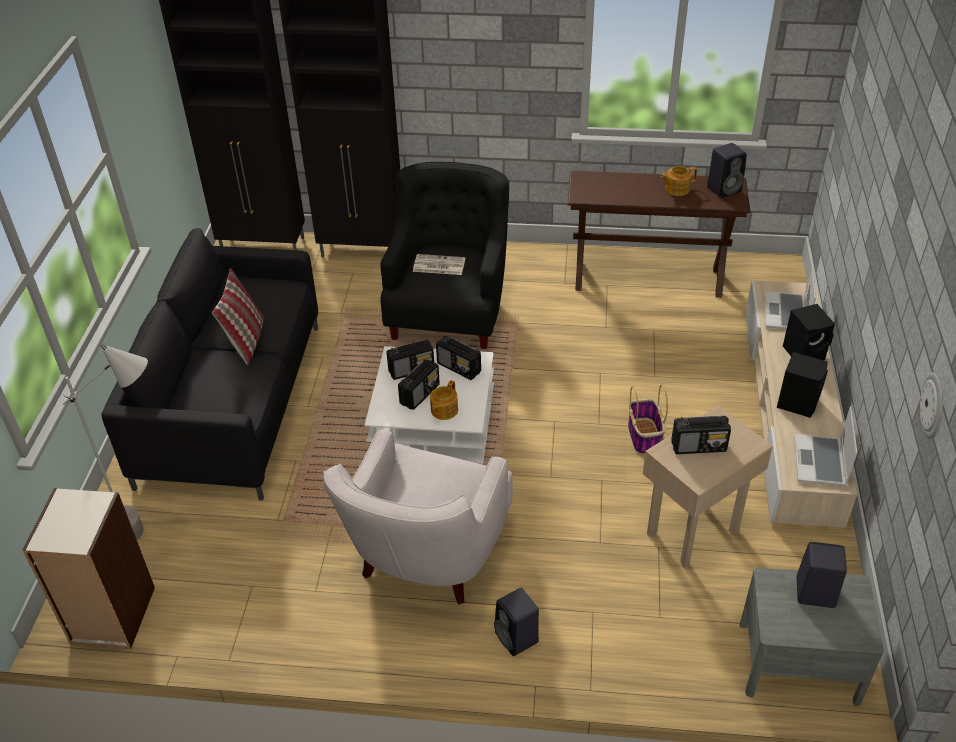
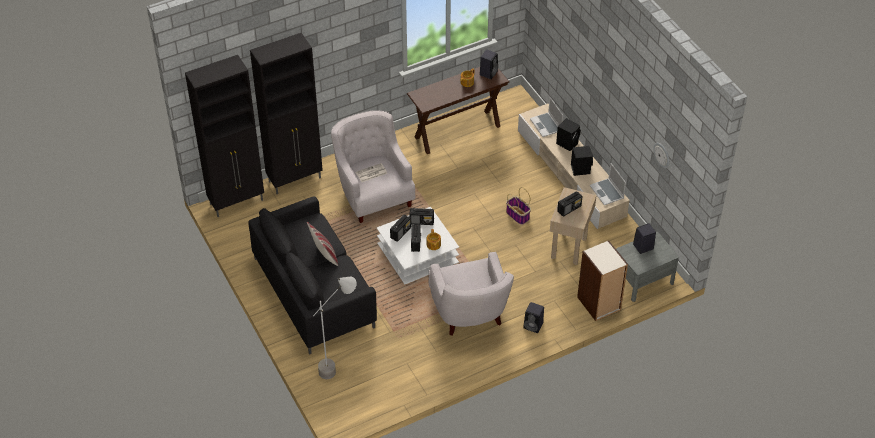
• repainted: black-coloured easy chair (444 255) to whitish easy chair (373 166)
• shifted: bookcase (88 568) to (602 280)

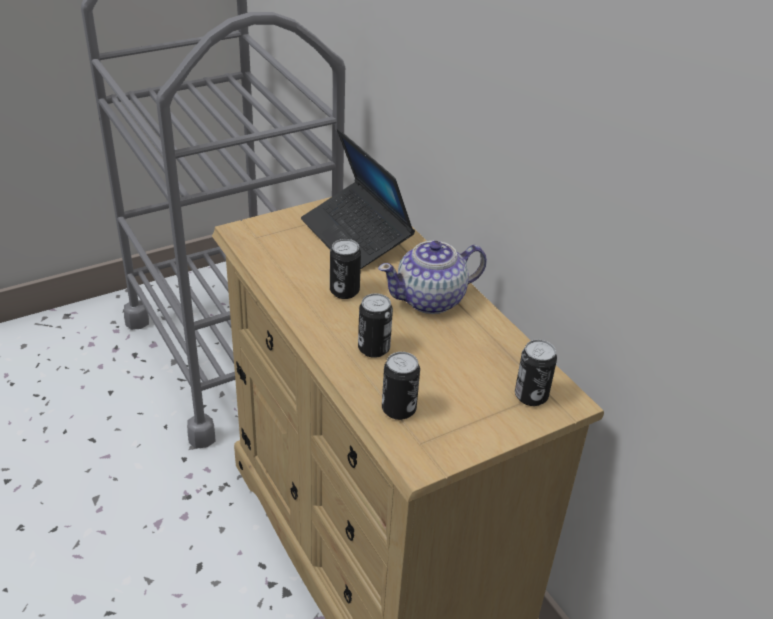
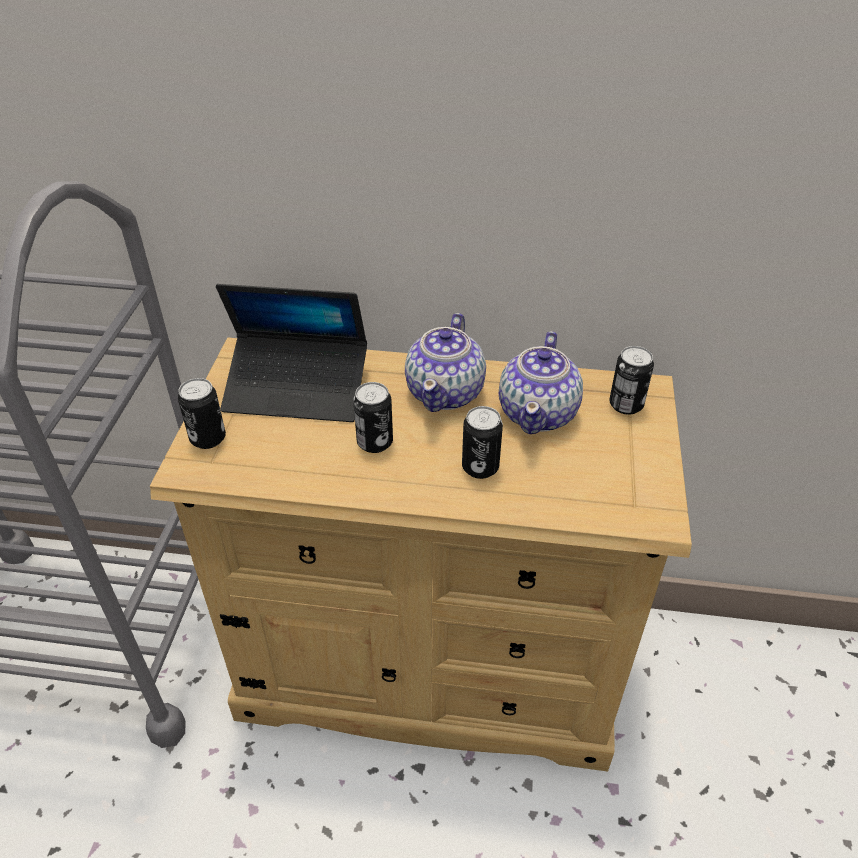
• shifted: can (401 386) to (202 413)
• new: teapot (541 382)

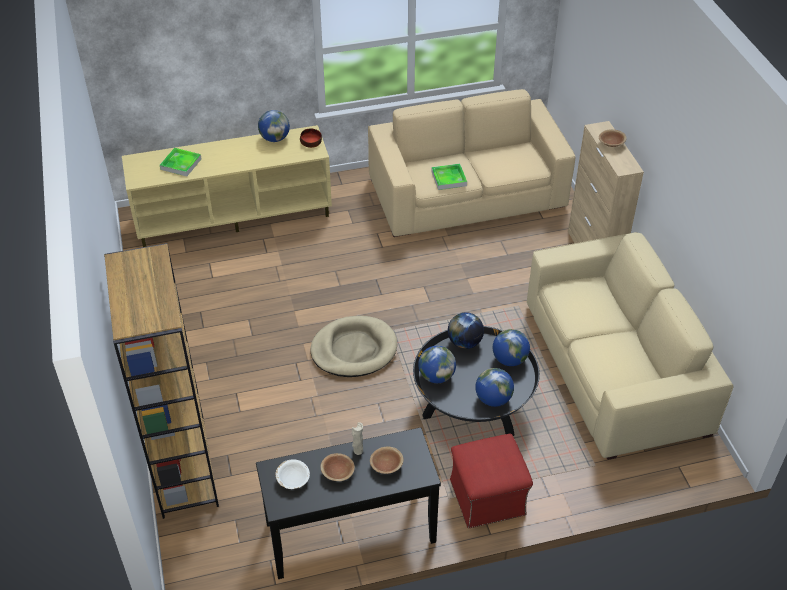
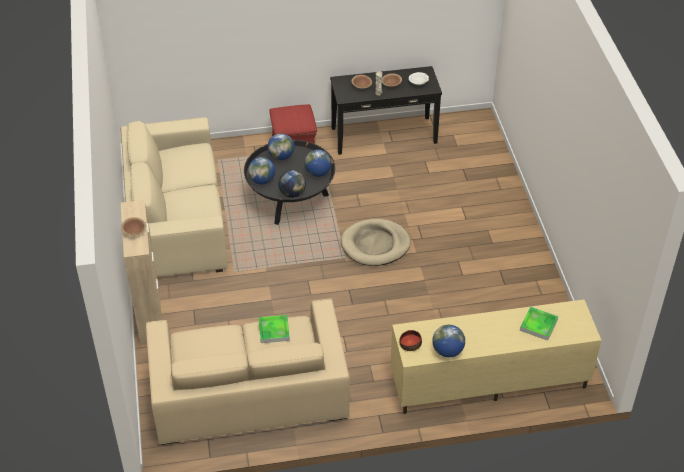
• gone: brown-coloured bookcase (161 381)

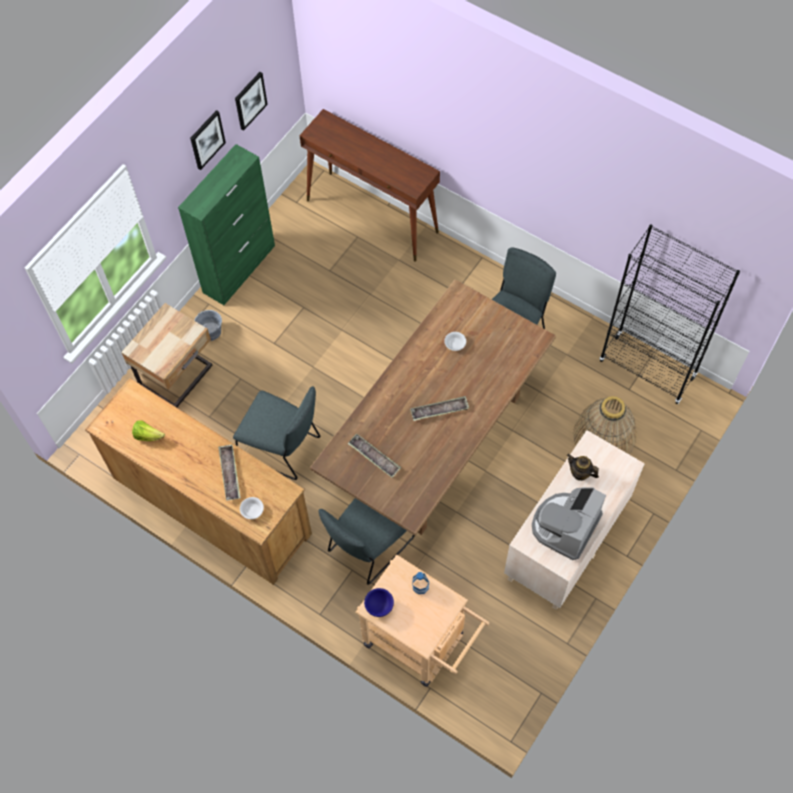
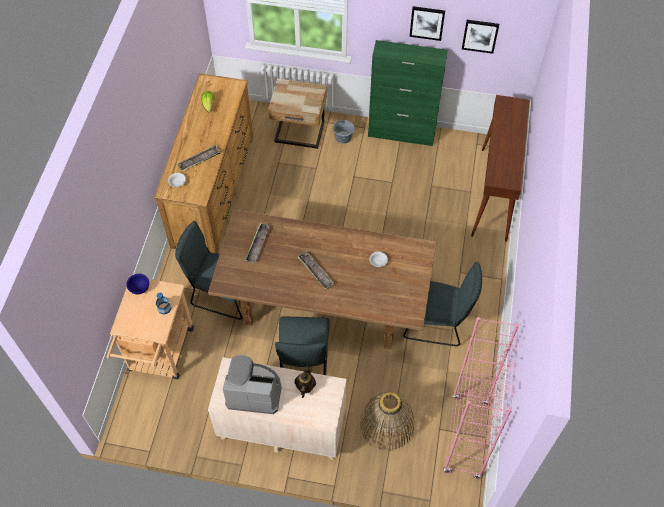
• repainted: black-coloured bookcase (669 314) to pinkish bookcase (481 398)
• shifted: greyish chair (276 433) to (302 345)

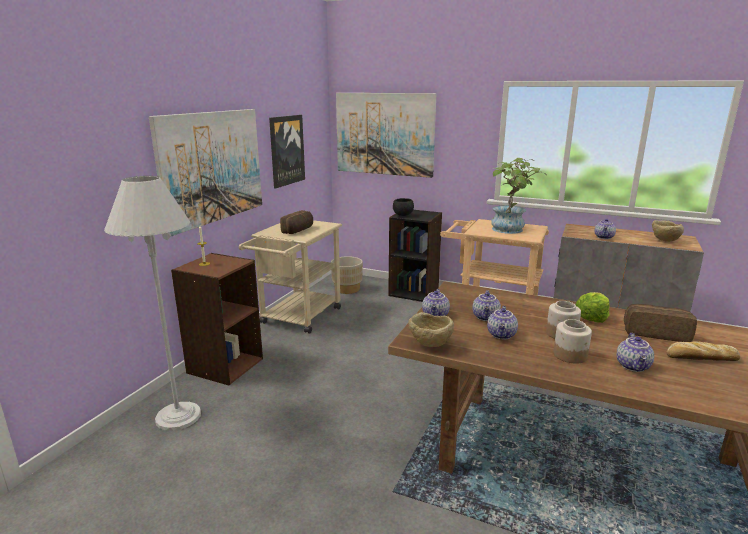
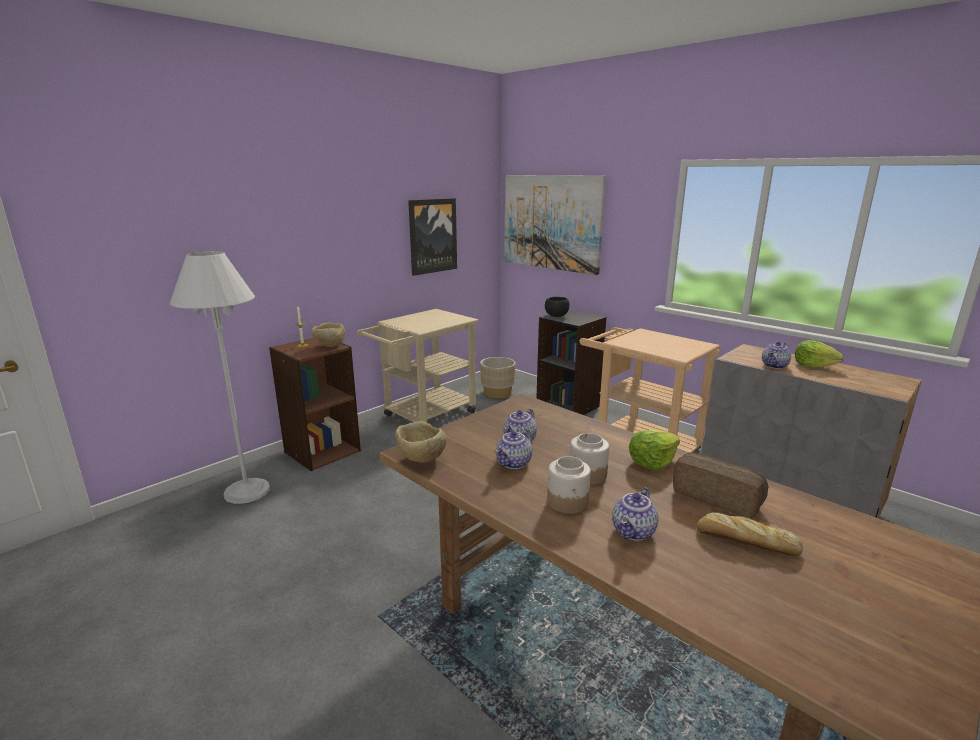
• gone: wall art (205 172)
• gone: plant in a pot (517 196)
• gone: baked bread (296 222)
• shifted: beige-coloured serving bowl (668 231) to (328 334)
• gone: teapot (436 302)
• new: lettuce head (819 354)

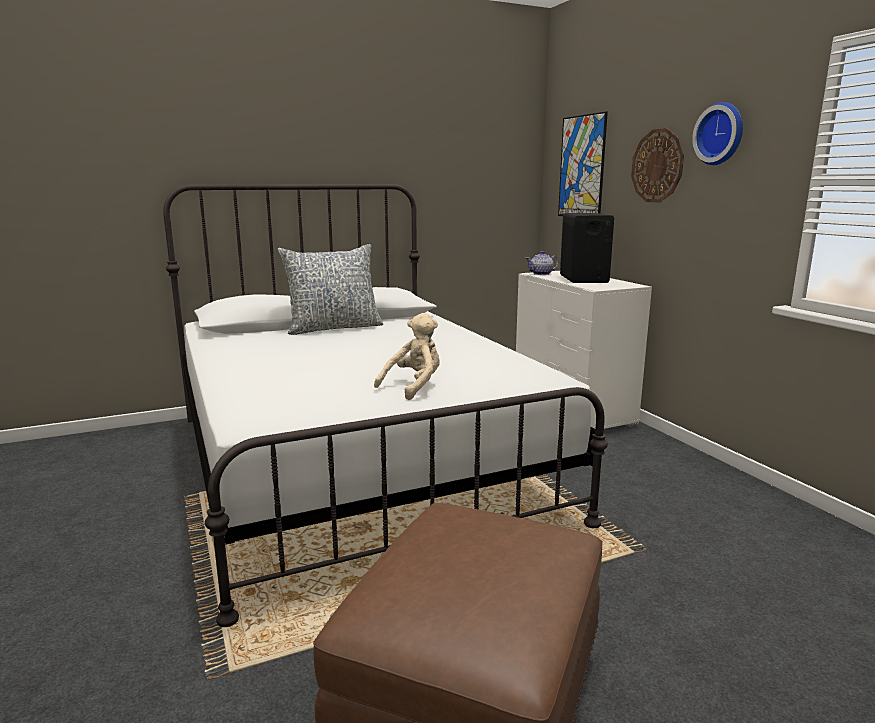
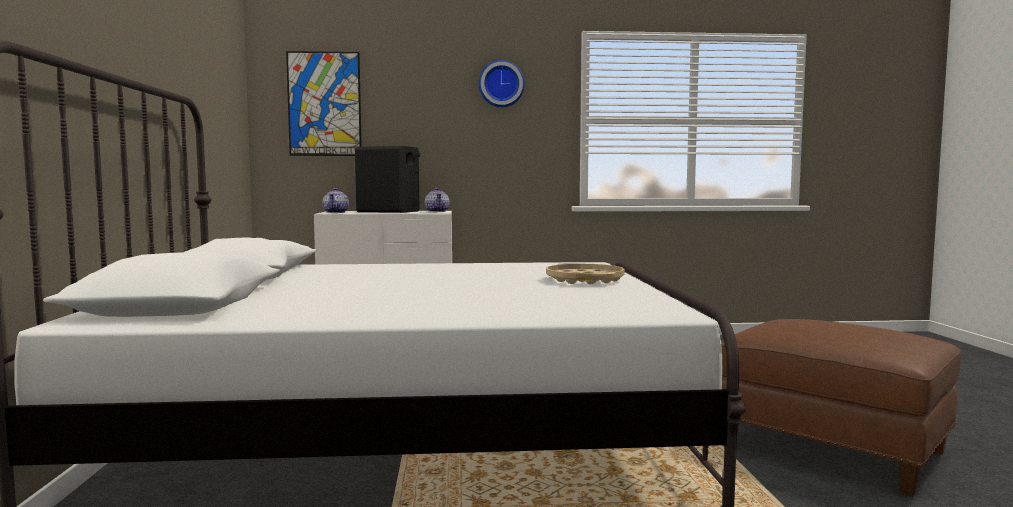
• gone: hanging clock (657 165)
• gone: pillow (330 289)
• swapped: beige-coloured plush toy (407 356) to beige-coloured tray (585 273)
• new: teapot (437 200)

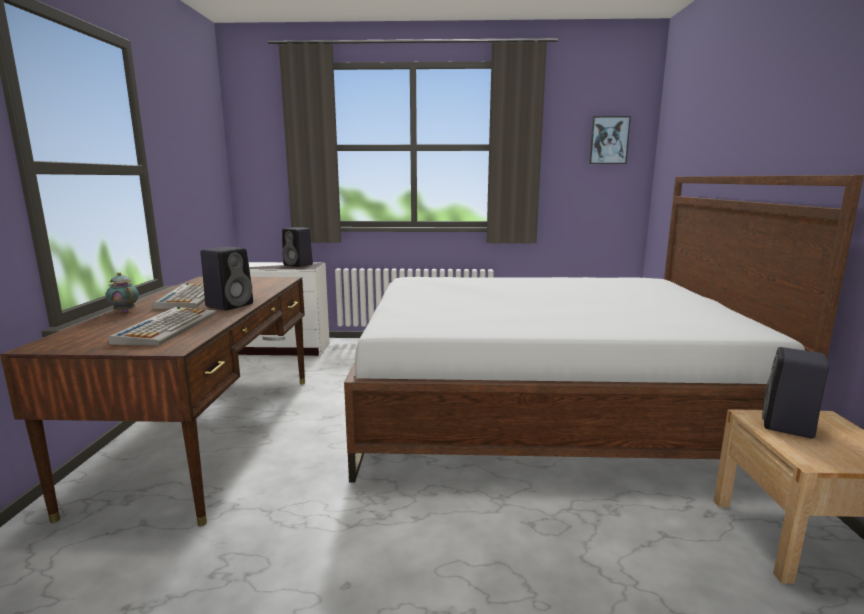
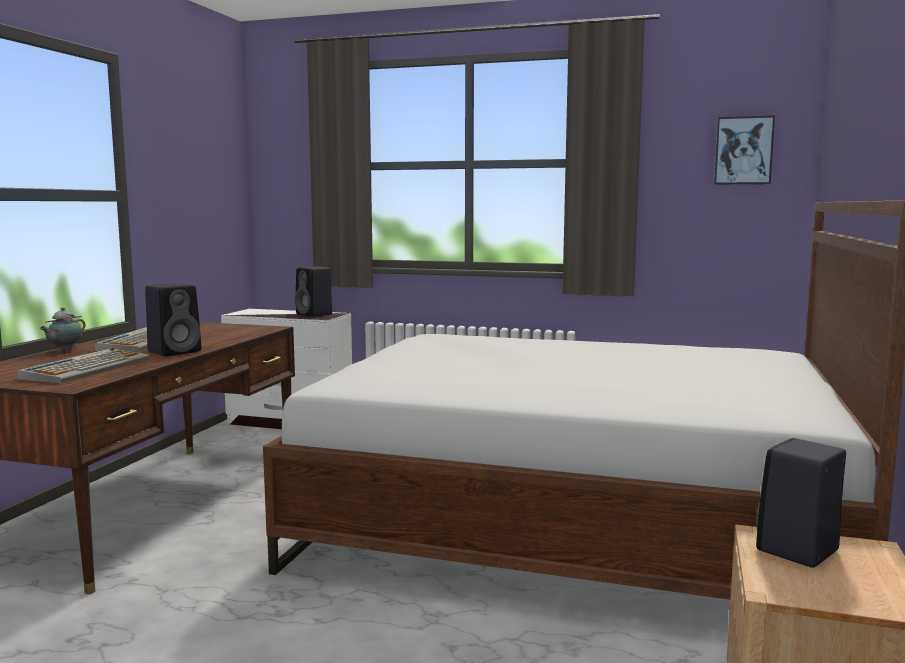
• rotated: teapot (122 292) = (63 329) 120 degrees counterclockwise

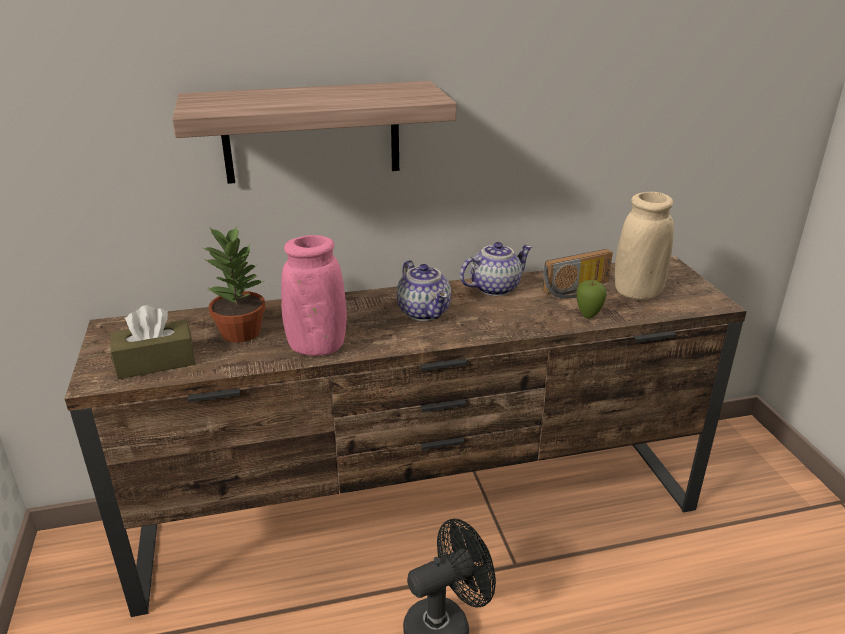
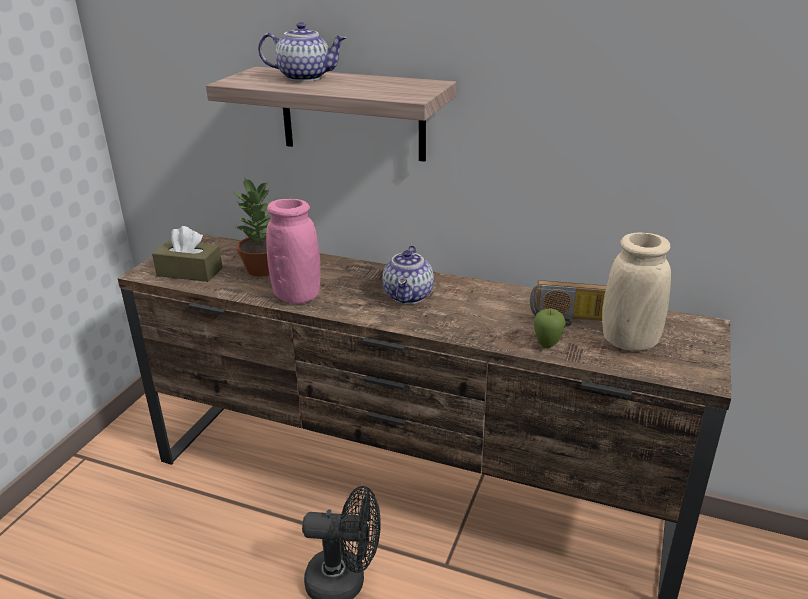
• shifted: teapot (496 269) to (302 52)

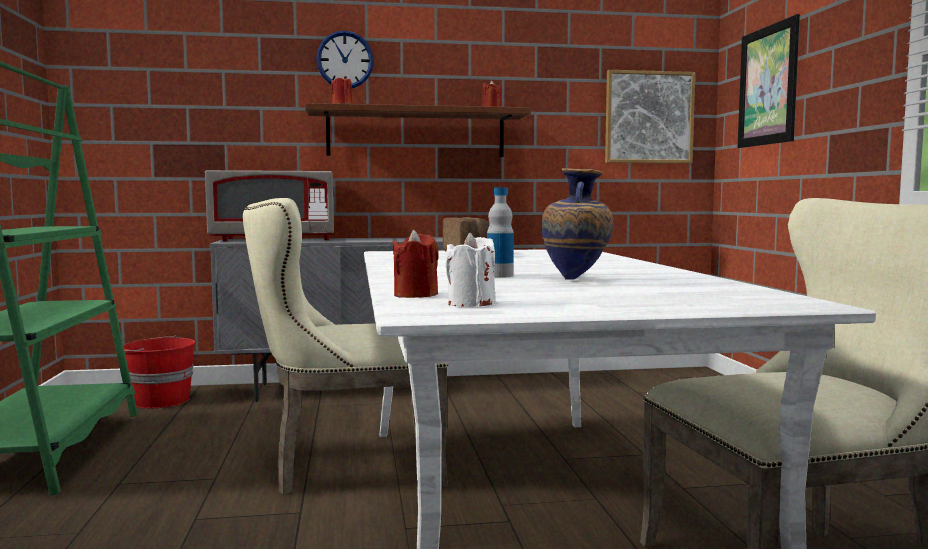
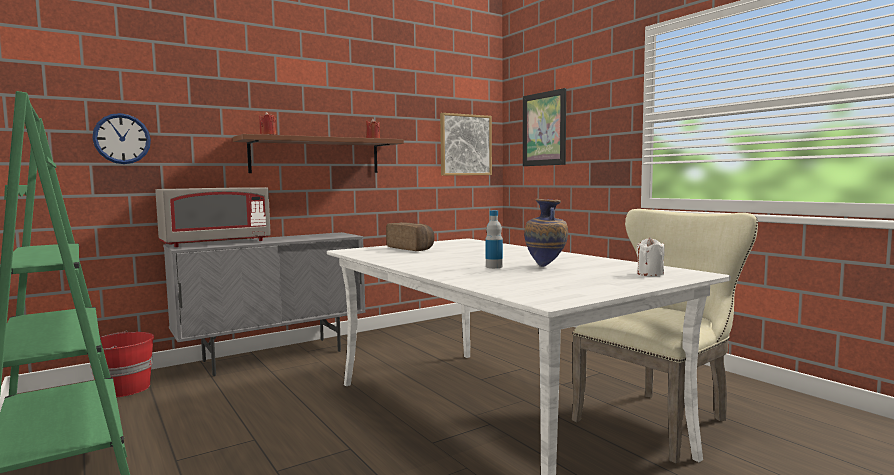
• shifted: hanging clock (345 59) to (122 138)
• gone: beige-coloured chair (345 346)
• gone: red wax light (415 264)
• shifted: whitish wax light (470 269) to (651 256)

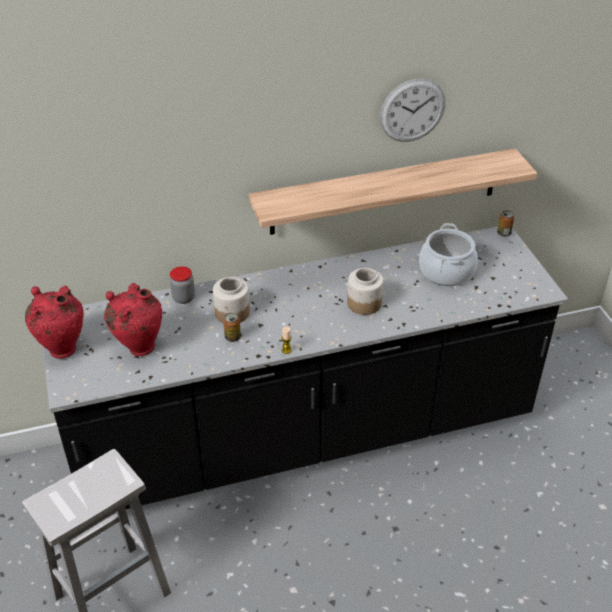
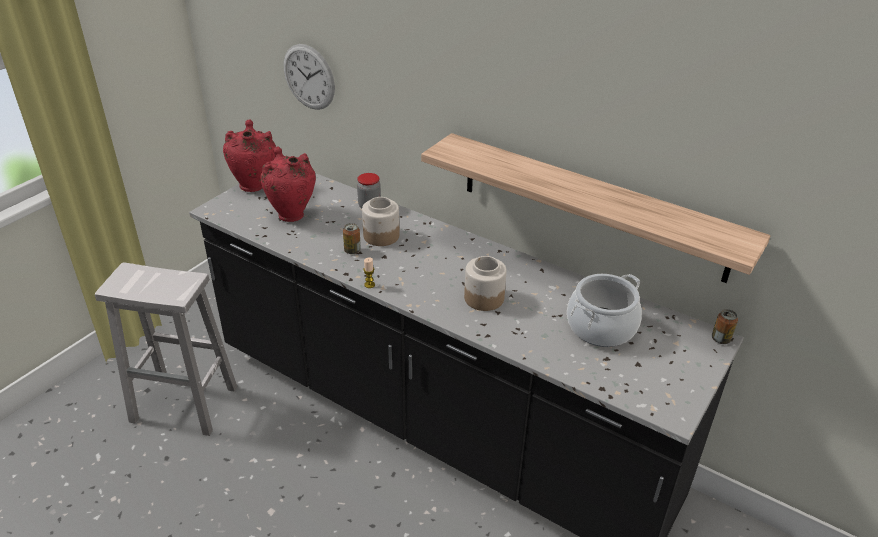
• shifted: hanging clock (412 110) to (309 77)

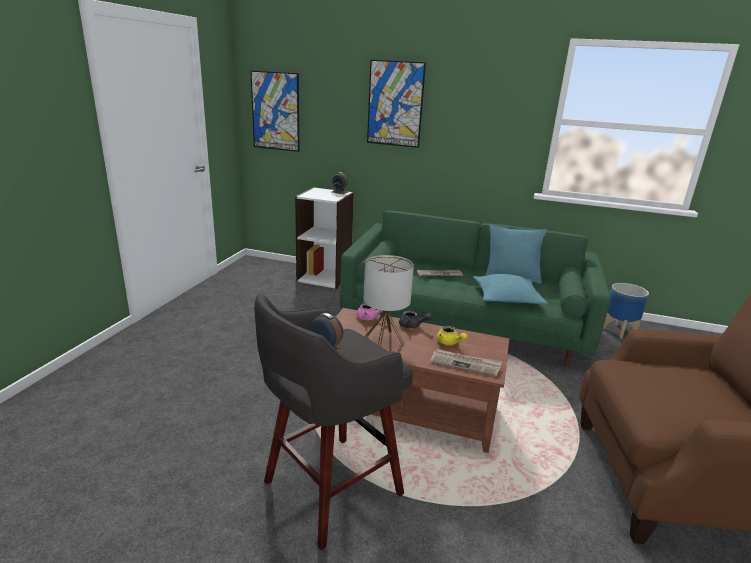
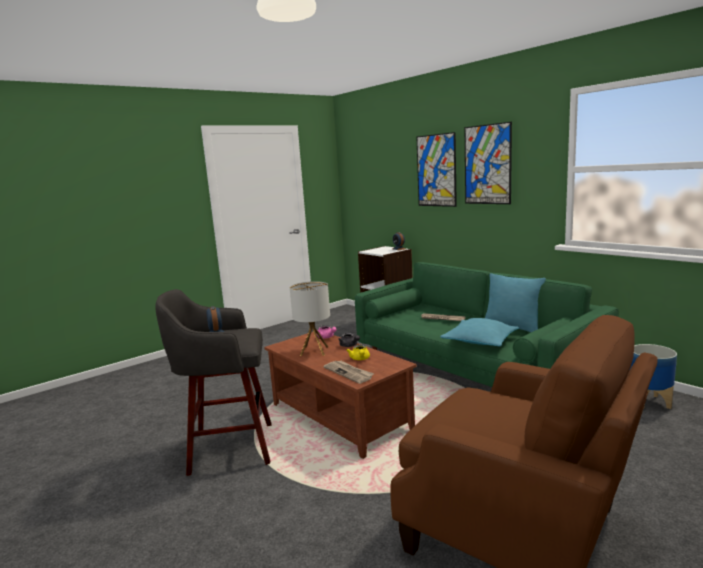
• shifted: wall art (274 111) to (488 163)

